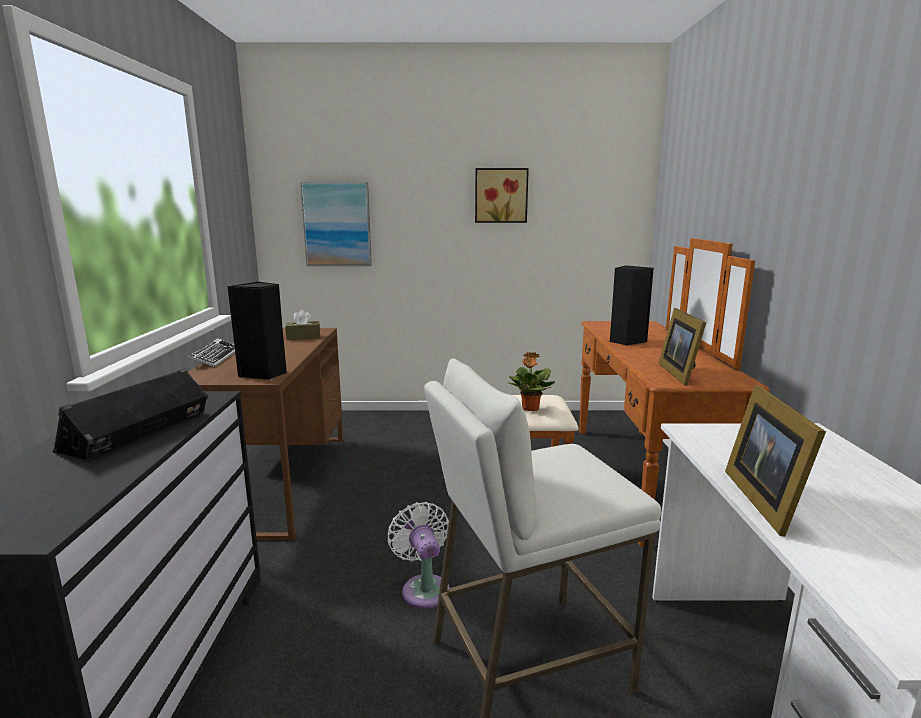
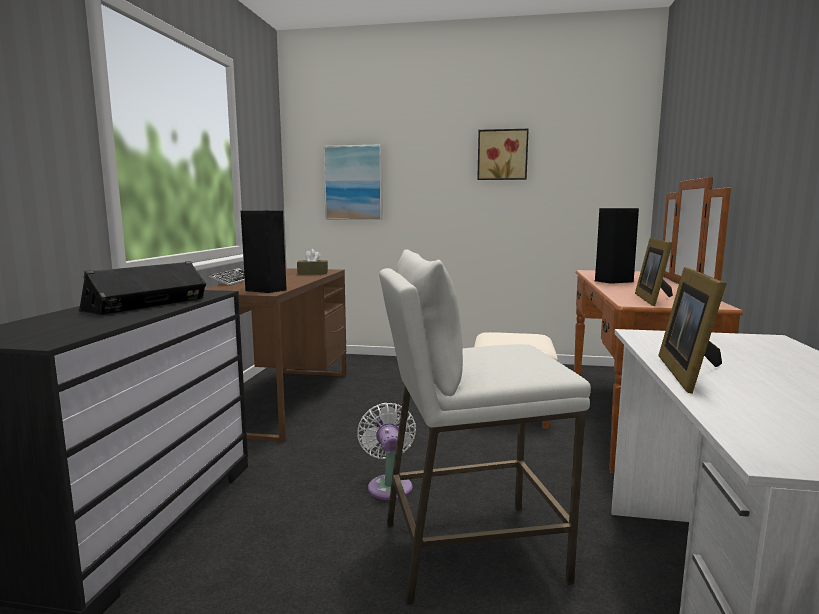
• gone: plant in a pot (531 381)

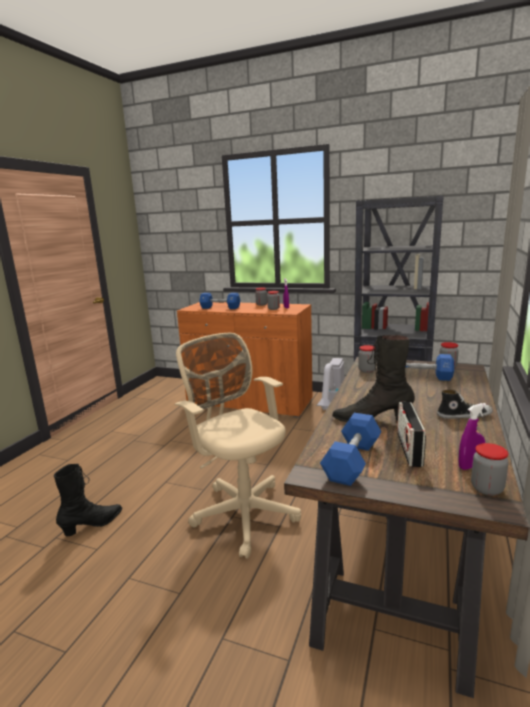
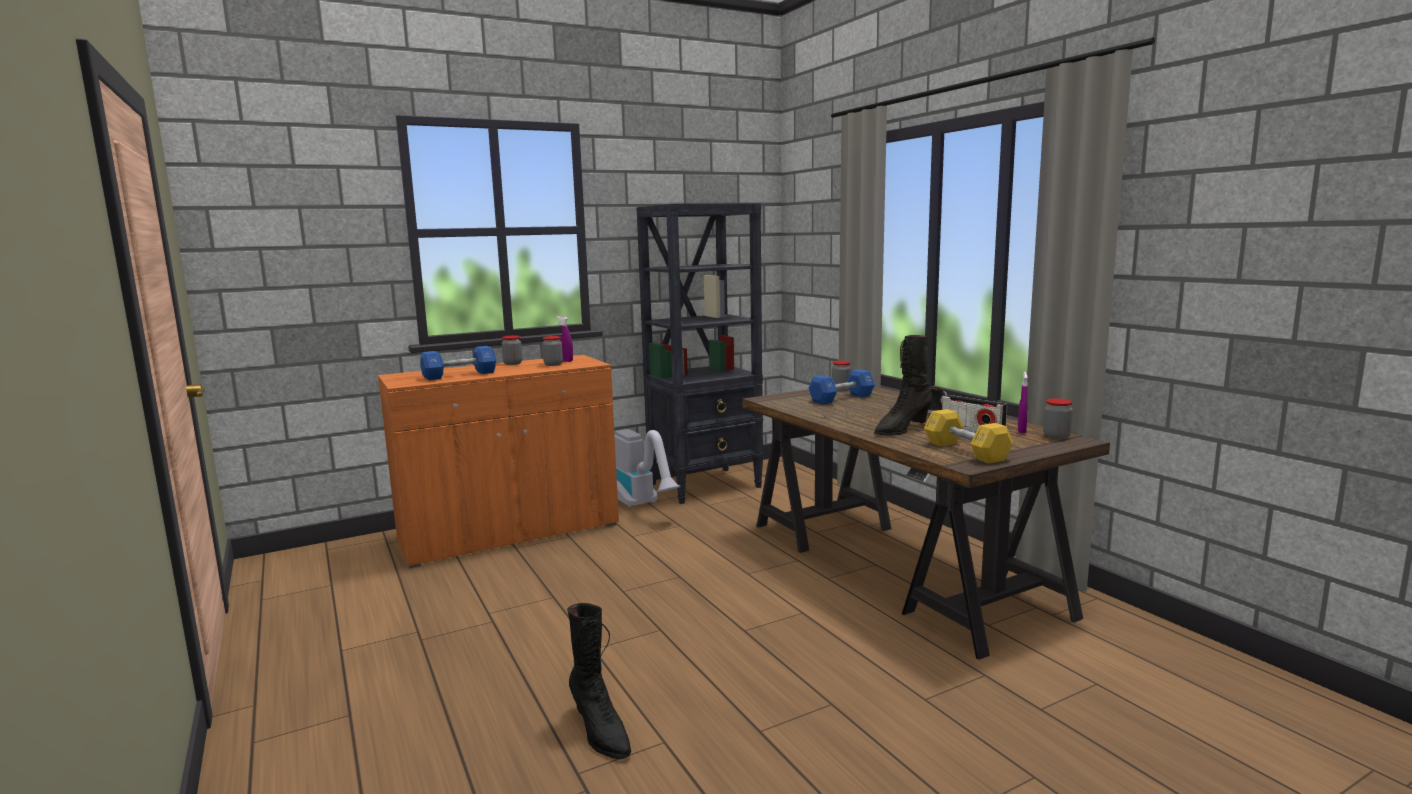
• gone: beige-coloured desk chair (238 446)
• gone: preserve jar (367 359)
• repainted: blue dumbbell (350 449) to yellow dumbbell (968 436)
• rotated: black-coloured tall boot (88 500) = (599 681) 150 degrees clockwise

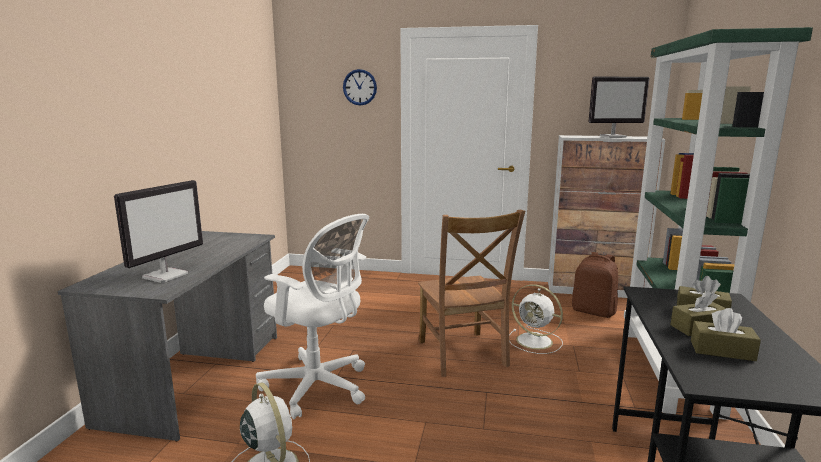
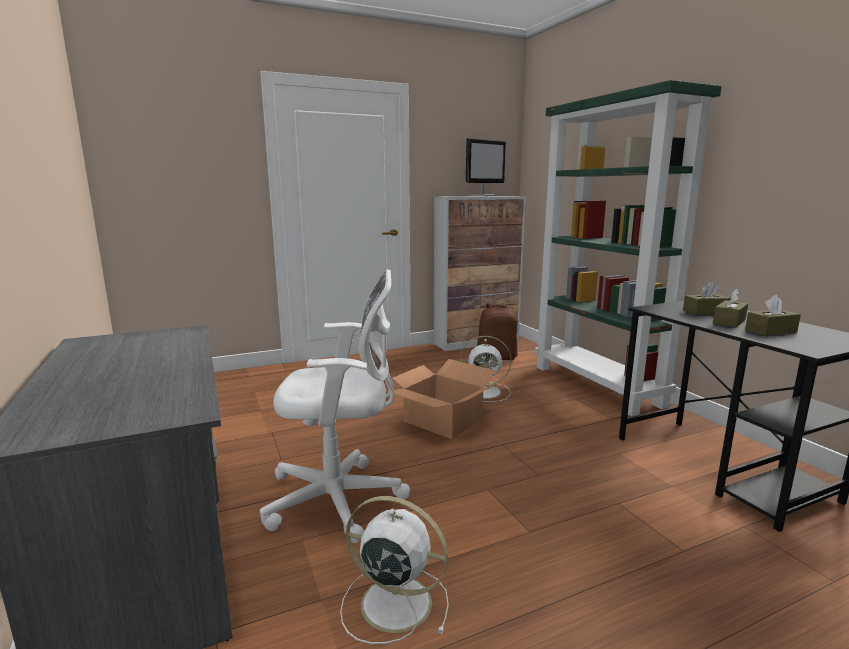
• gone: hanging clock (360 87)
• gone: computer screen (158 231)
• swapped: brown-coloured chair (471 293) to cardboard box (441 399)

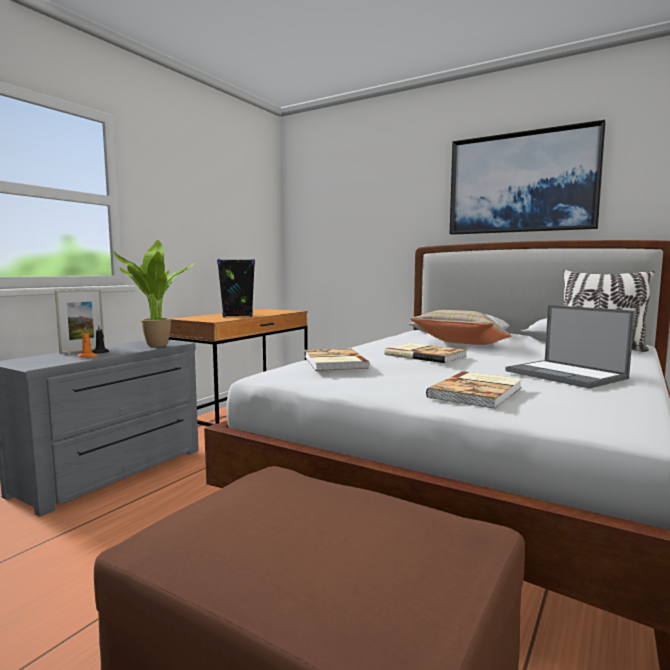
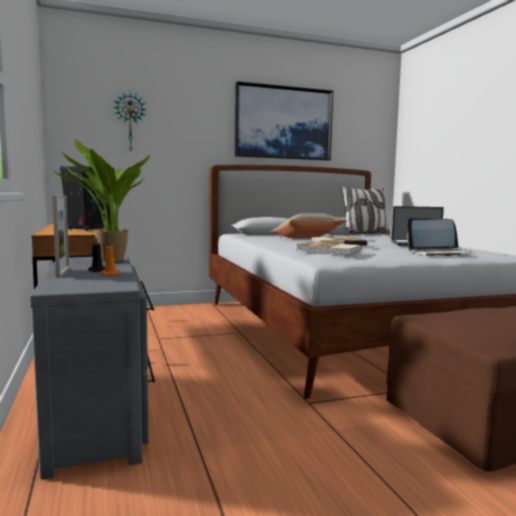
• swapped: volume (474 390) to notebook computer (439 237)
• new: hanging clock (130 121)

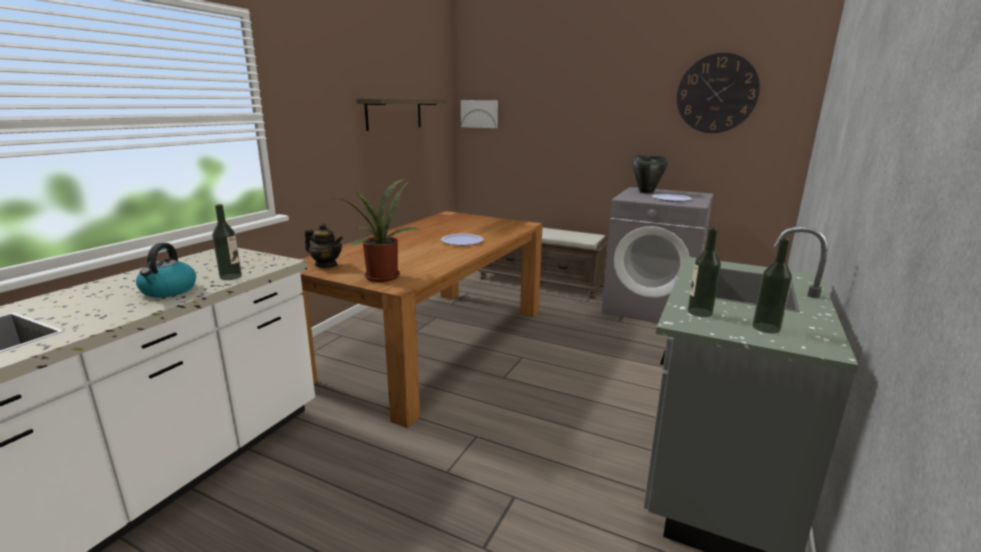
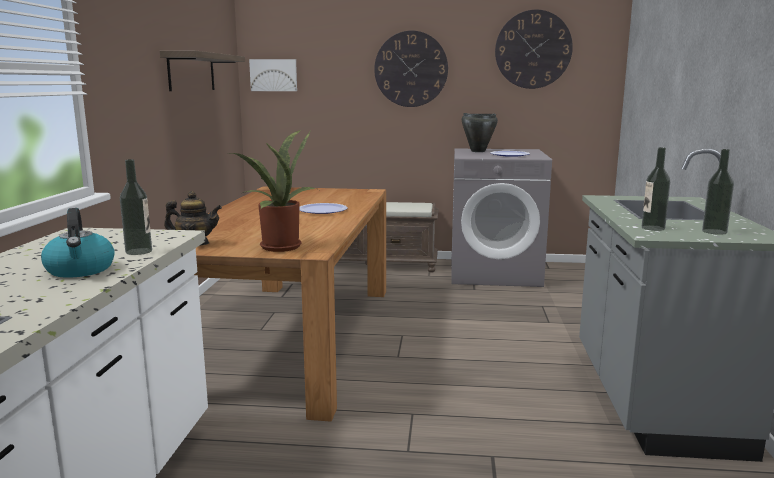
• new: hanging clock (411 69)

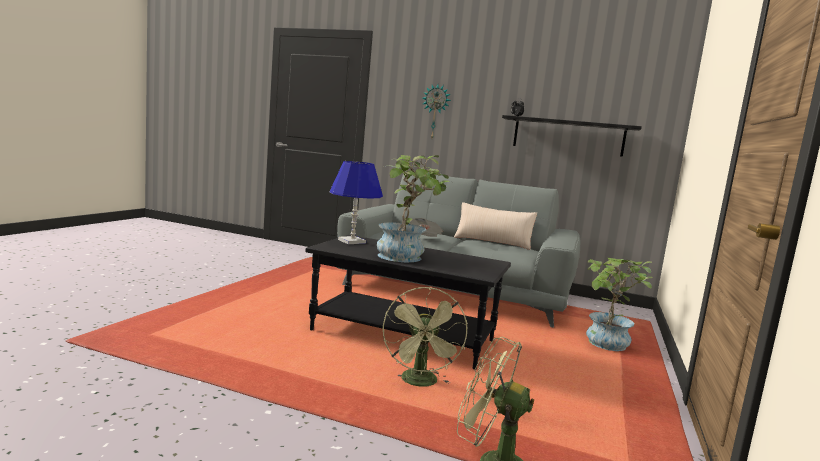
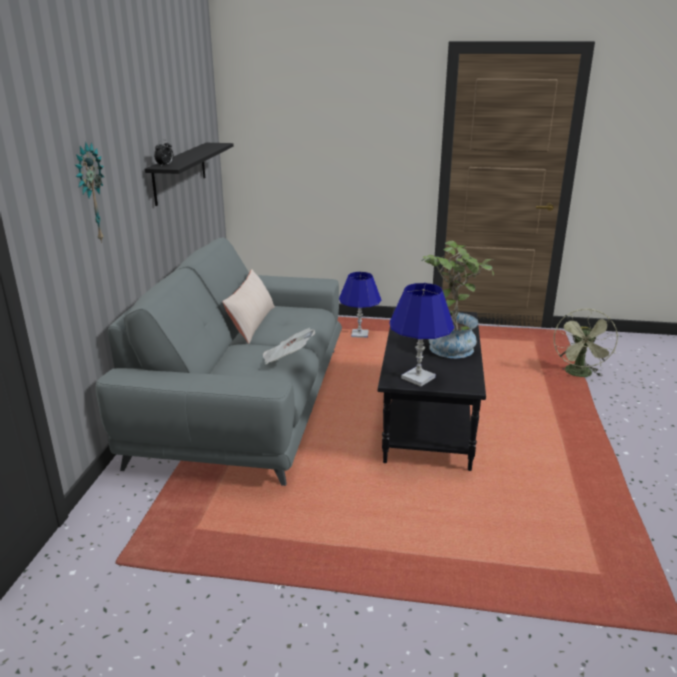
• swapped: plant in a pot (619 304) to blue table lamp (360 305)
• gone: green fan (425 337)

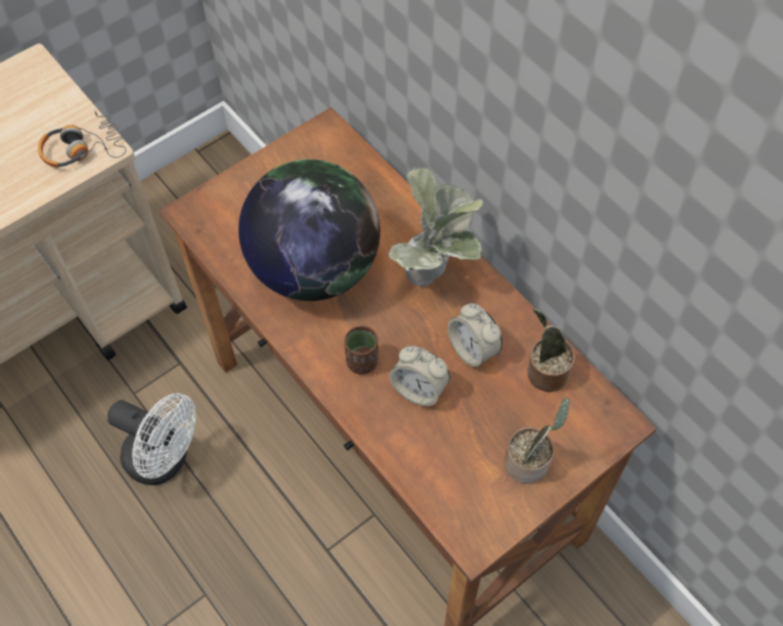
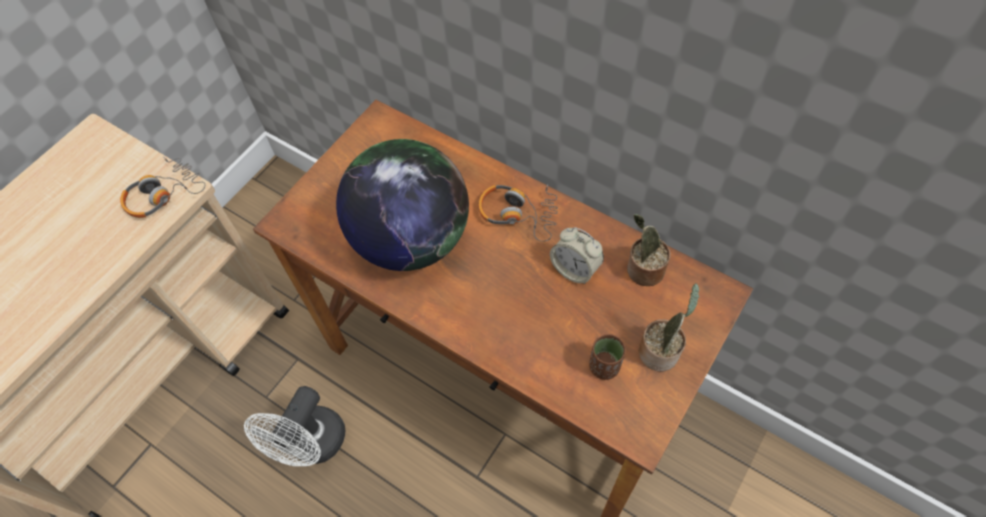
• swapped: plant in a pot (435 226) to headset (518 213)
• shifted: brown-coloured small cup (361 350) to (607 357)
• gone: bedside clock (419 376)
• rotated: whitish fan (152 439) = (294 426) 105 degrees clockwise

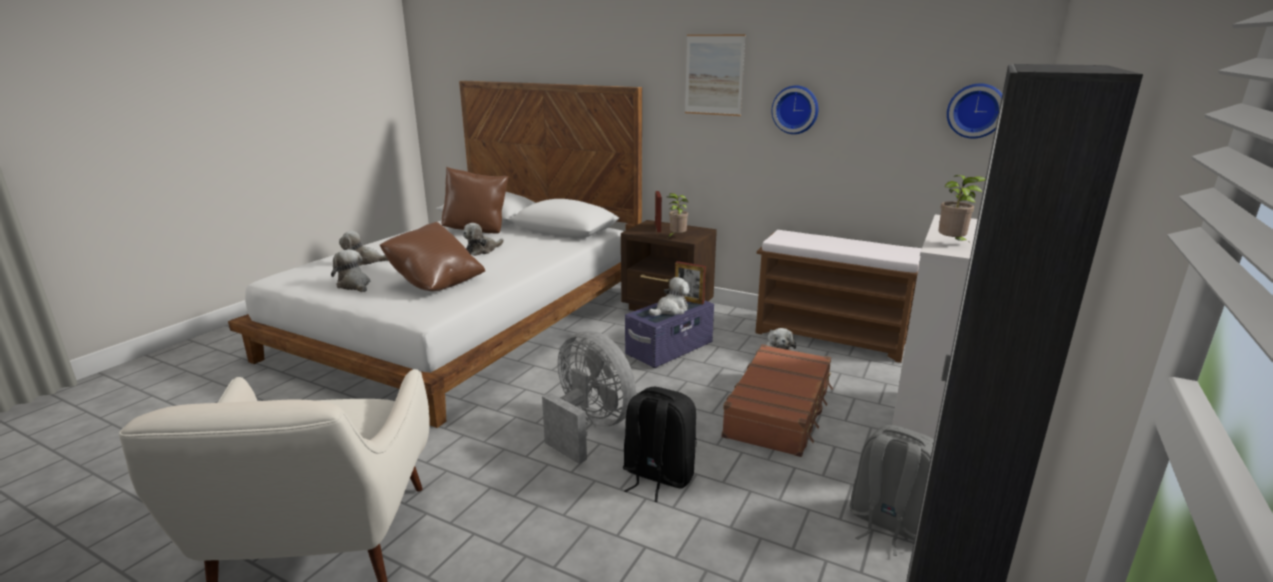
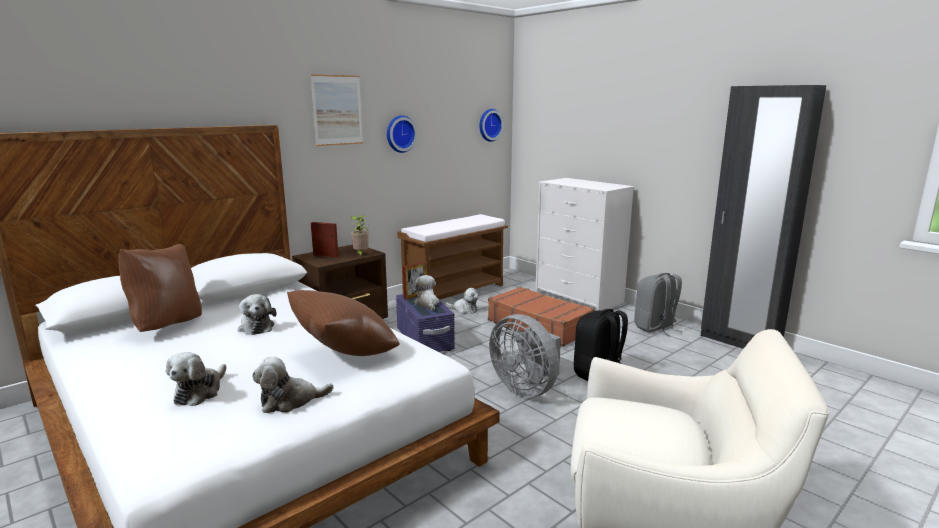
• gone: plant in a pot (962 208)
• rotated: greyish fan (589 397) = (525 356) 105 degrees counterclockwise

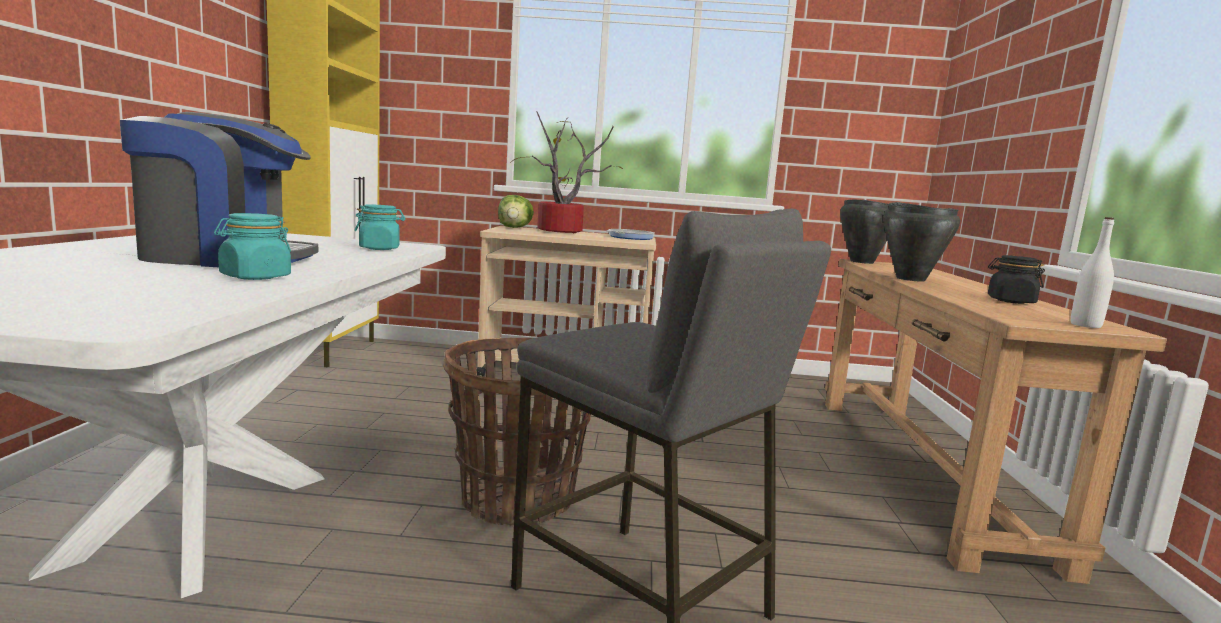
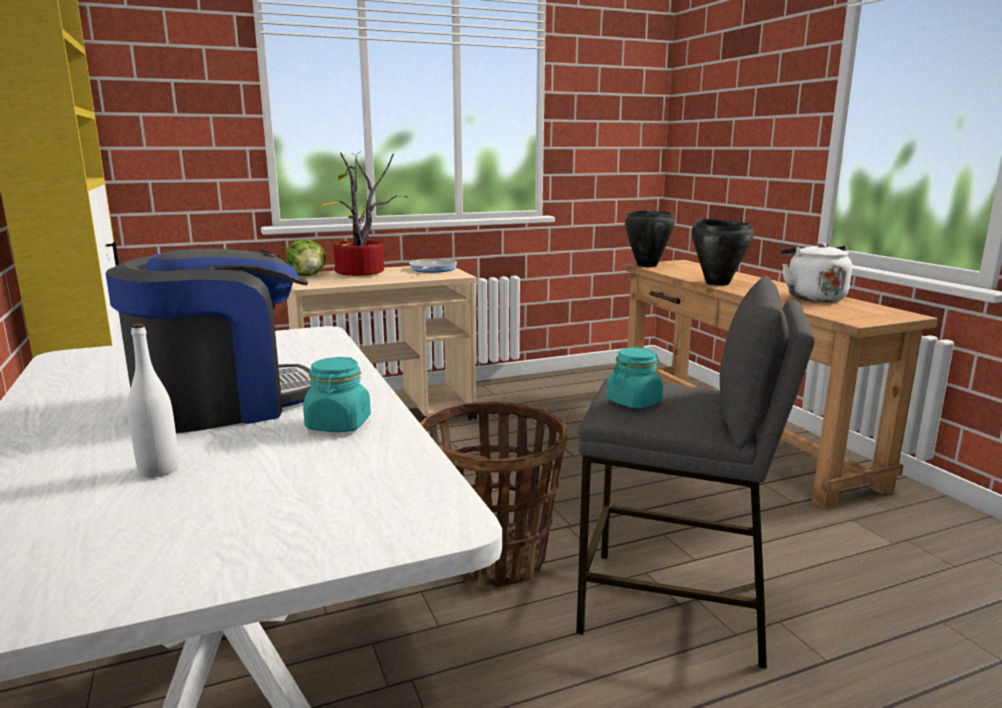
• shifted: blue-green preserve jar (380 227) to (635 378)
• shifted: whitish beverage bottle (1092 272) to (153 400)
• swapped: black-coloured preserve jar (1016 279) to whitish kettle (816 272)

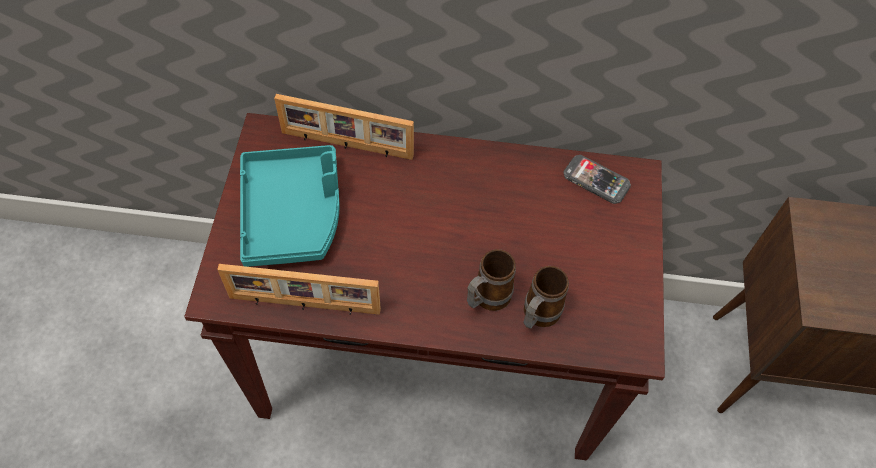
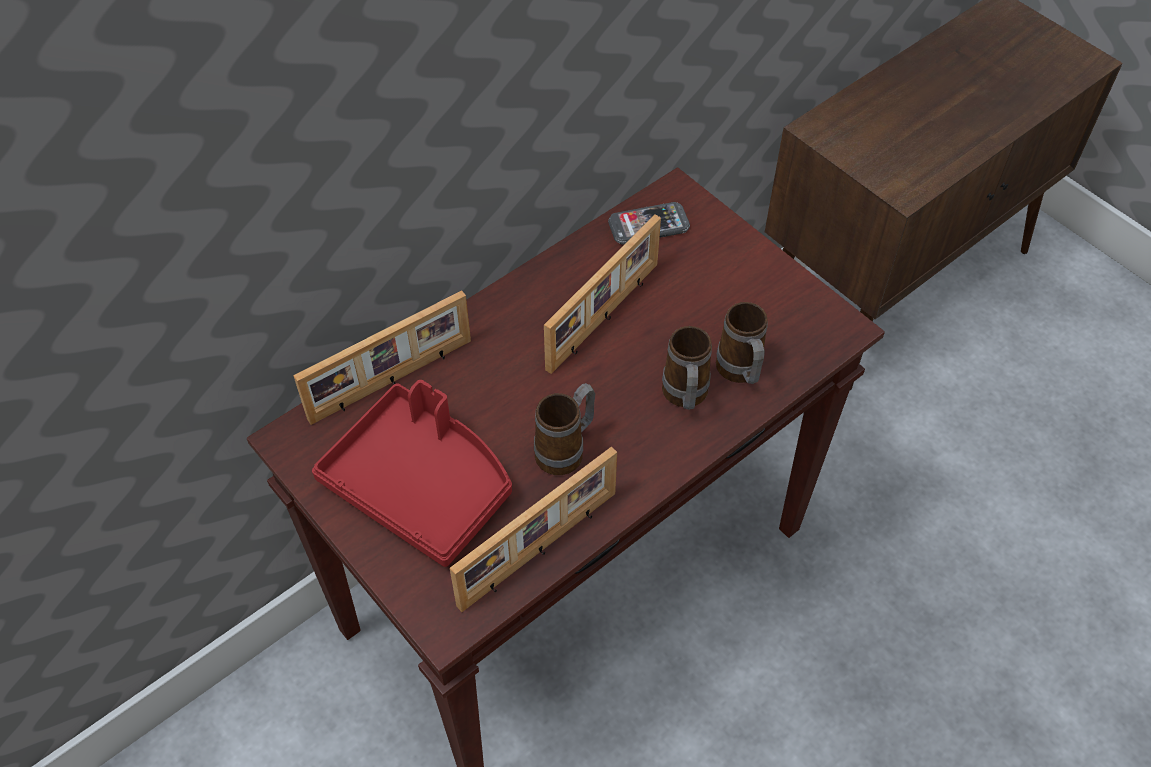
• repainted: blue-green tray (289 206) to red tray (412 473)
• new: picture frame (602 294)
• new: coffee mug (564 429)

